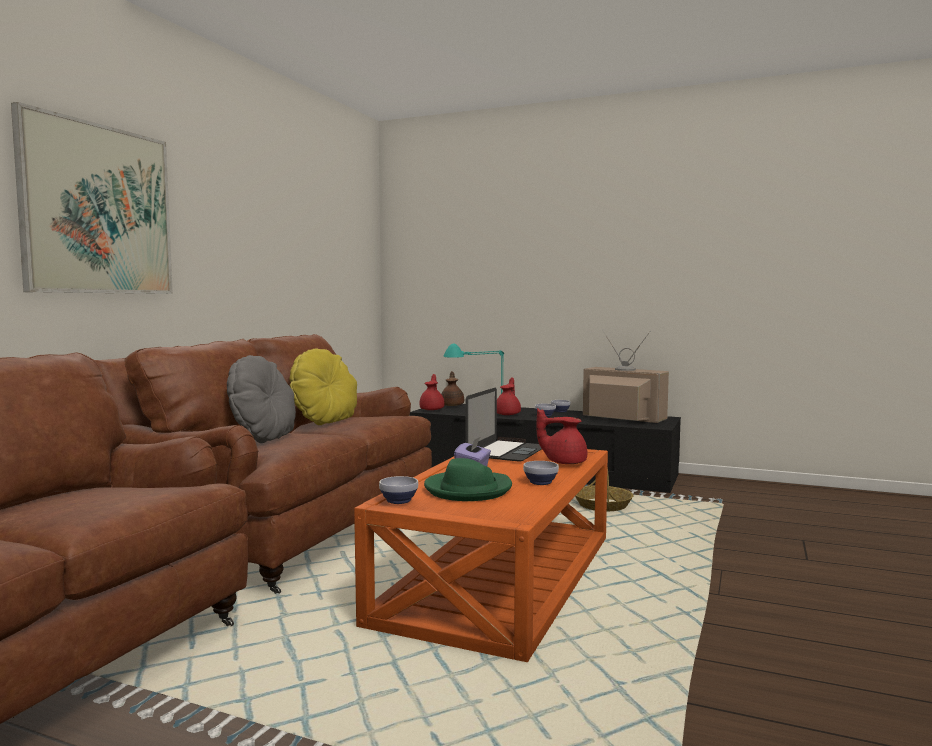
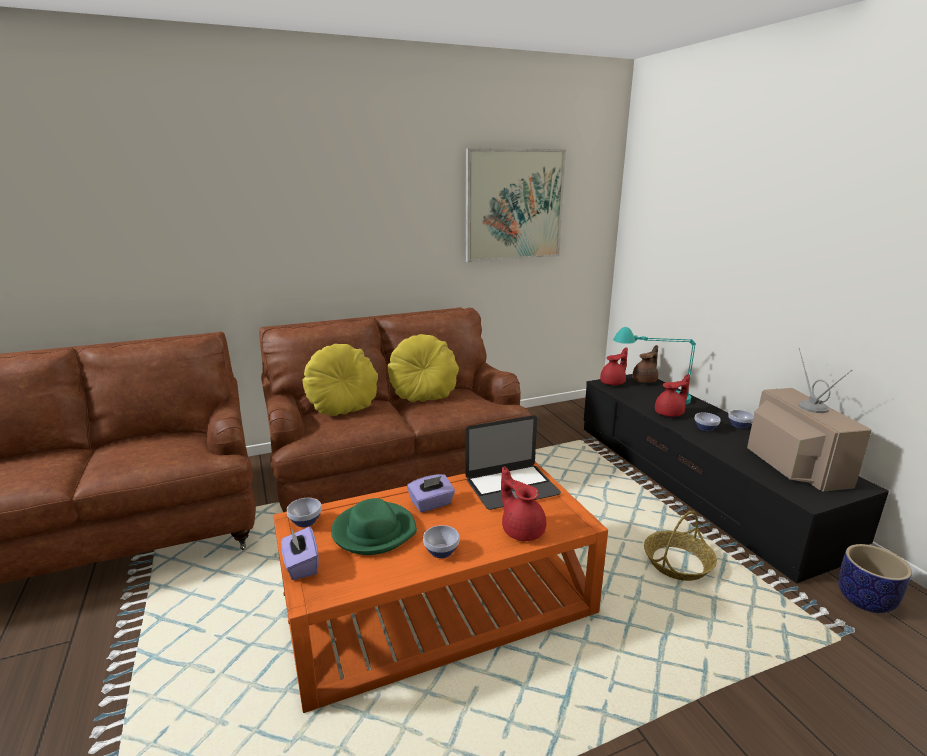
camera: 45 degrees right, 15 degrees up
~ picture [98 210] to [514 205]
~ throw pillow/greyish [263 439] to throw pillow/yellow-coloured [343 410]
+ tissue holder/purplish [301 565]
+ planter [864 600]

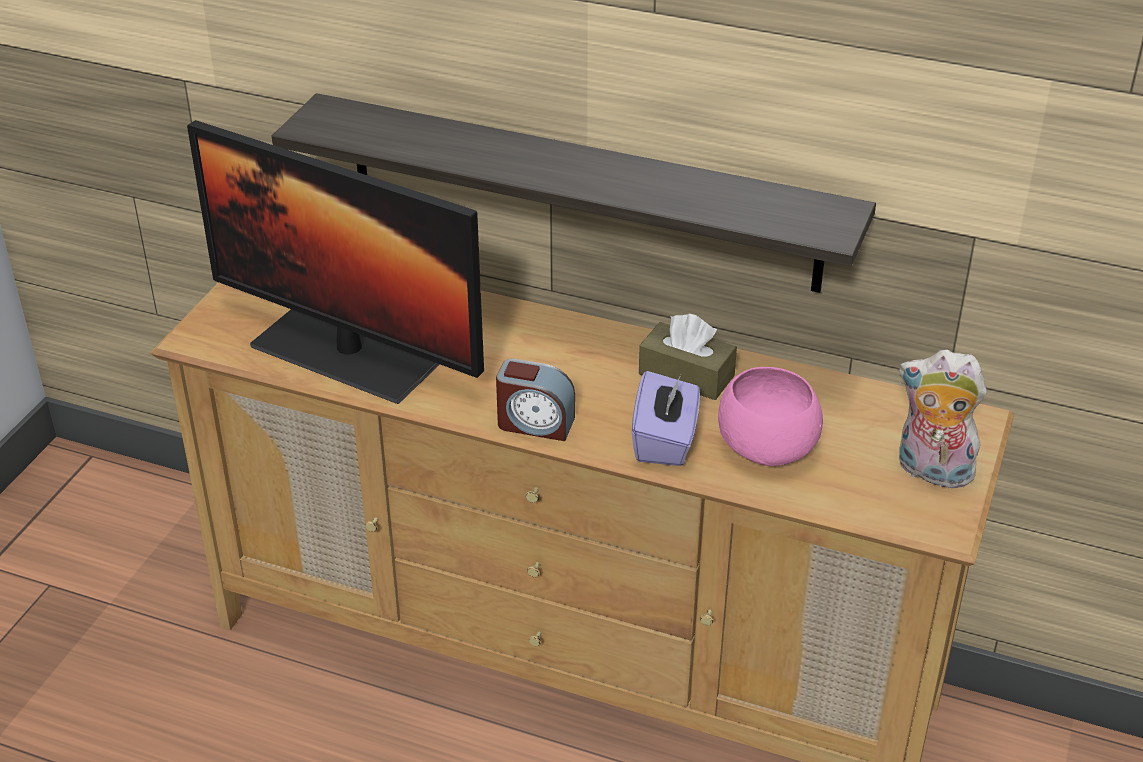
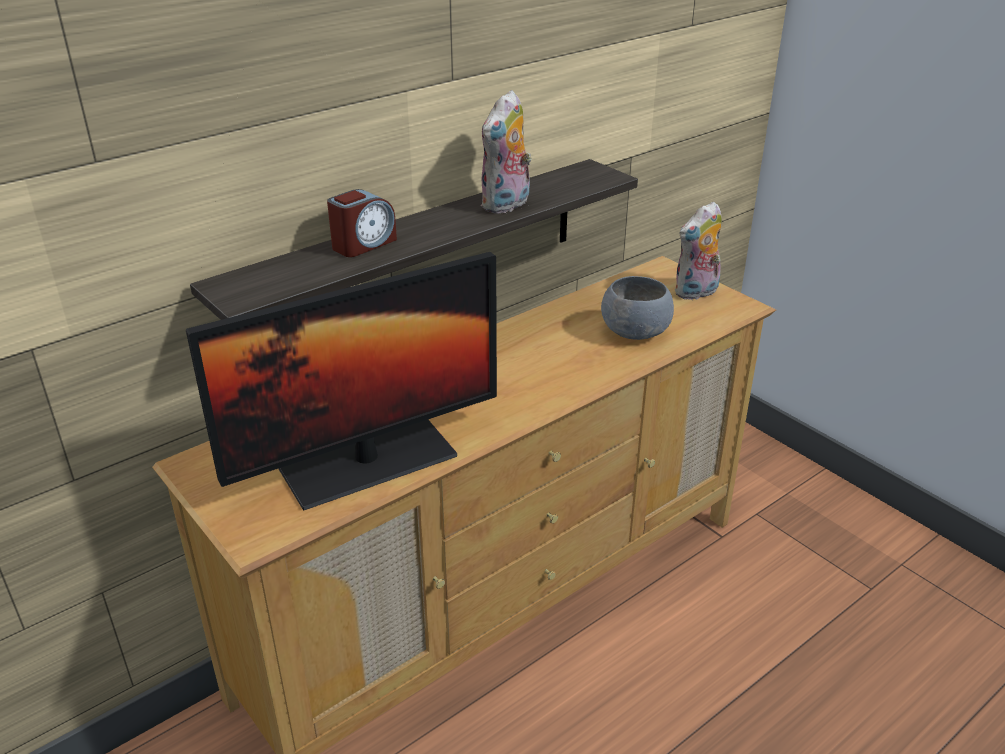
camera: 60 degrees left, 5 degrees down
- tissue holder/brownish [686 375]
~ table clock [535 423] to [363 244]
~ bowl/pink [768 449] to bowl/greyish [636 332]
- tissue holder/purplish [665 441]
+ soft toy [507 205]

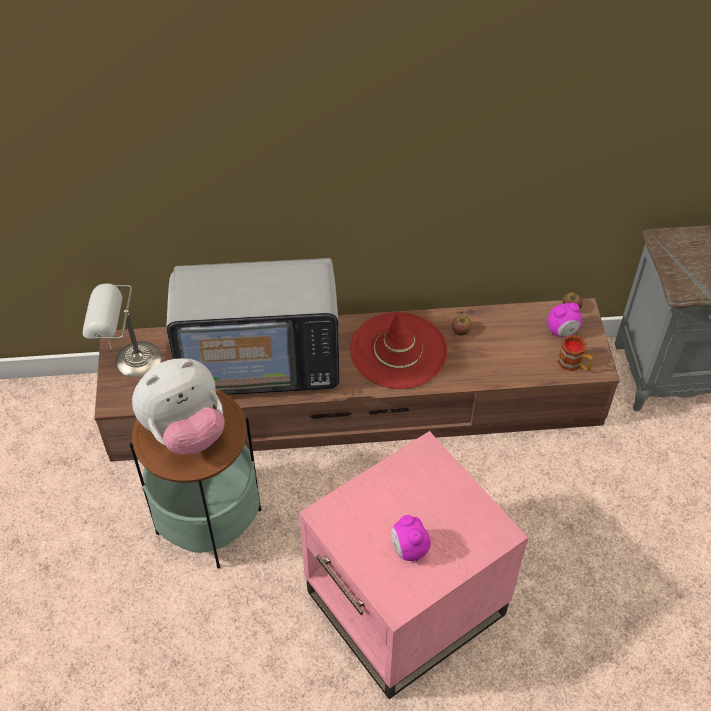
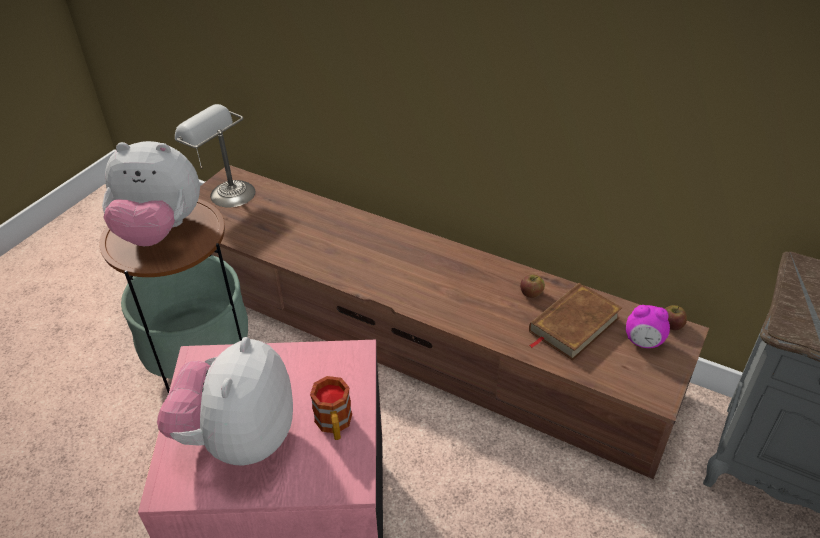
camera: 35 degrees right, 10 degrees down
- TV [260 359]
- clothing hat/red [398 351]
~ tea mug [574 364] to [334 424]
~ table clock [408 549] to soft toy [239 438]
+ book/brownish [573 325]

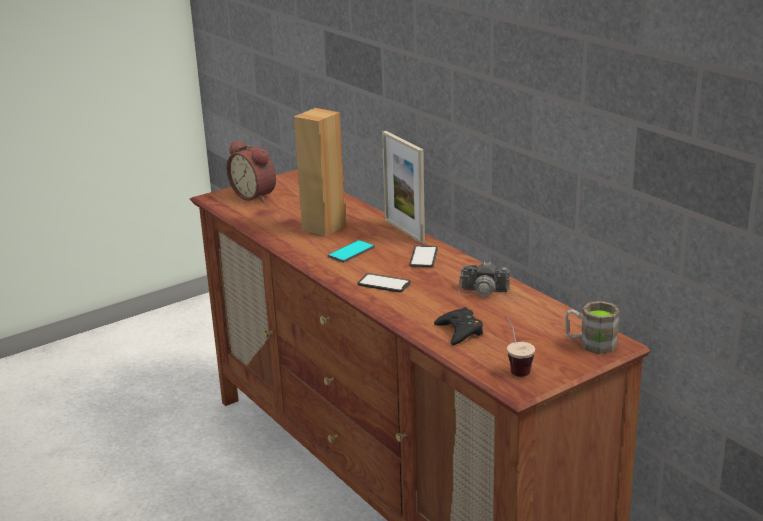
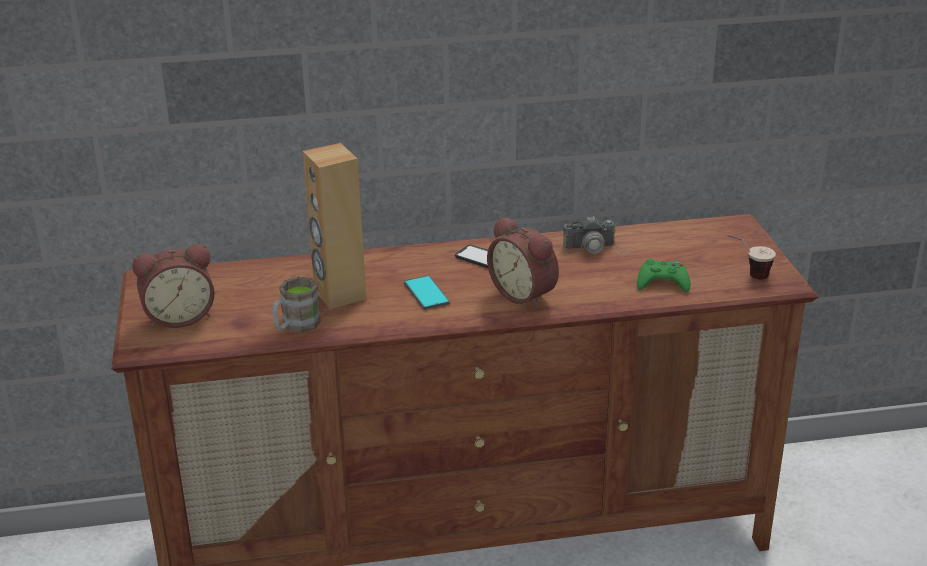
camera: 65 degrees left, 5 degrees up
- picture frame [404 231]
~ still camera [488 292] = [595 248] 45 degrees clockwise
~ telephone [384 284] to table clock [525 294]
~ tea mug/brownish [590 344] to [295 326]
~ gamepad/black-coloured [459 331] to gamepad/green [662 282]

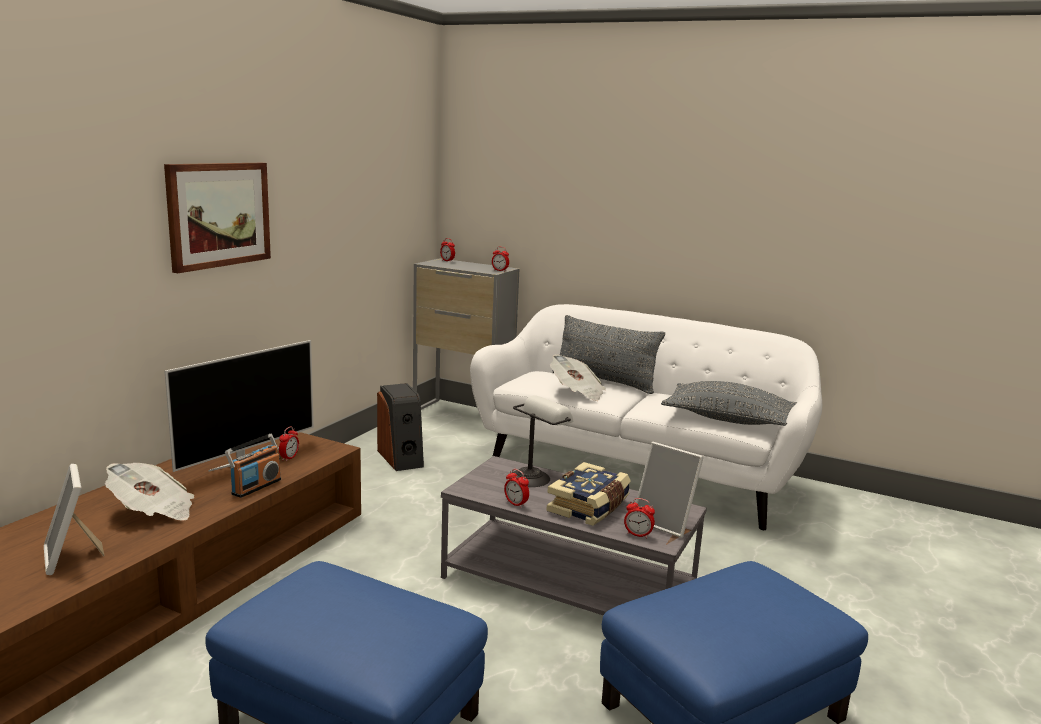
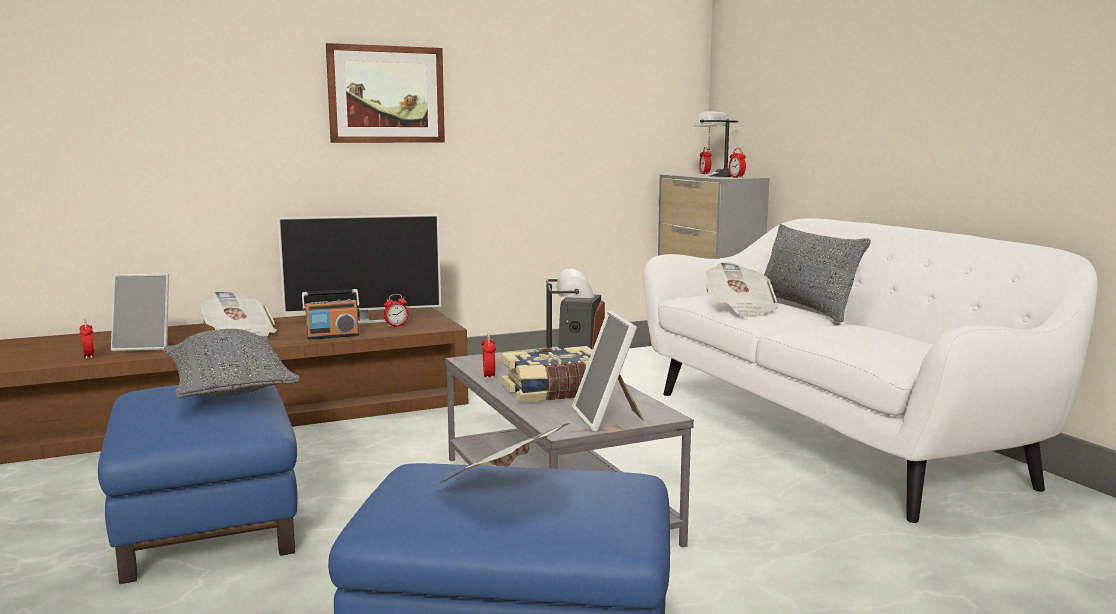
camera: 40 degrees right, 5 degrees down
~ throw pillow/greyish [729 419] to [228 388]
~ picture frame [72 556] = [145 346] 105 degrees counterclockwise
~ table clock [638 535] to [89 356]
+ lamp for a table [718 176]
+ newspaper [501 489]

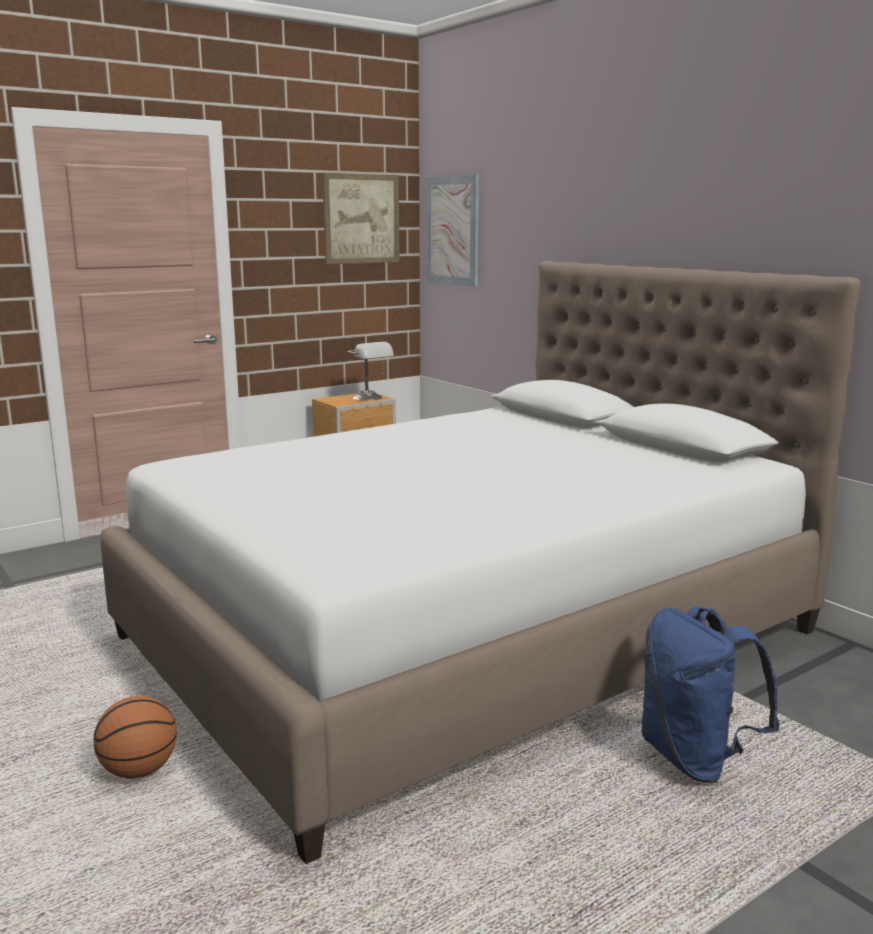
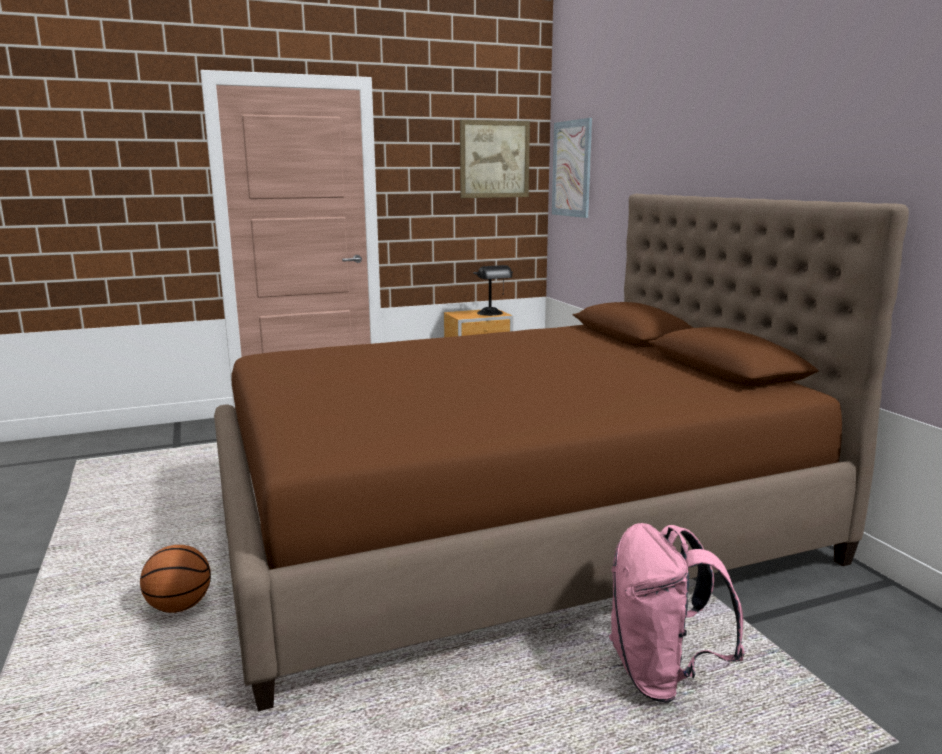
camera: 15 degrees right, 0 degrees up
~ sleeping bed/white [469 633] to sleeping bed/brownish [509 525]
~ lamp for a table/white [371 398] to lamp for a table/black-coloured [492 314]
~ backpack/blue [695 759] to backpack/pink [662 675]

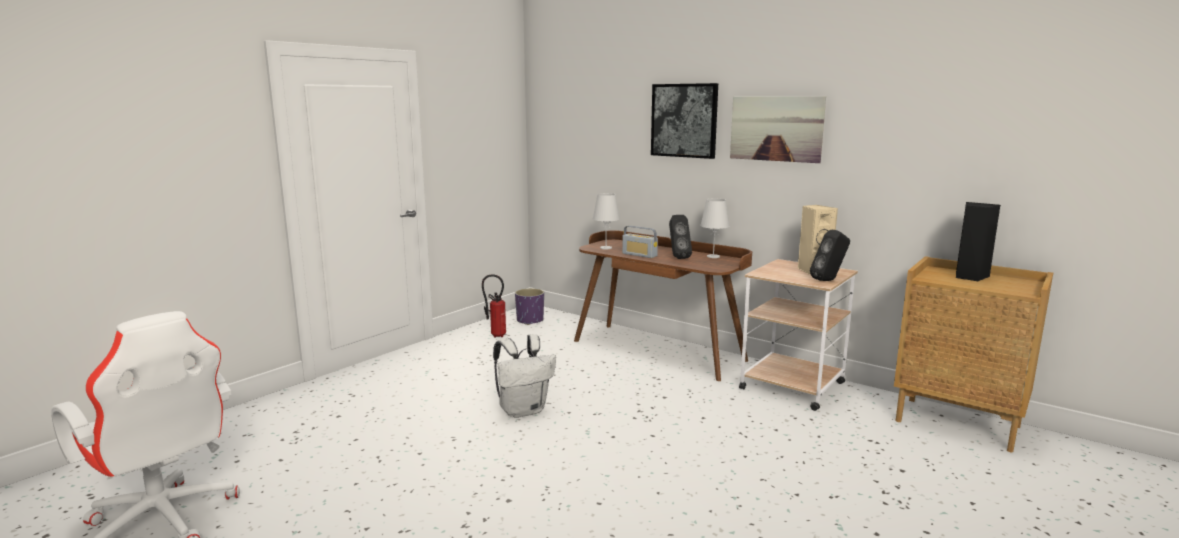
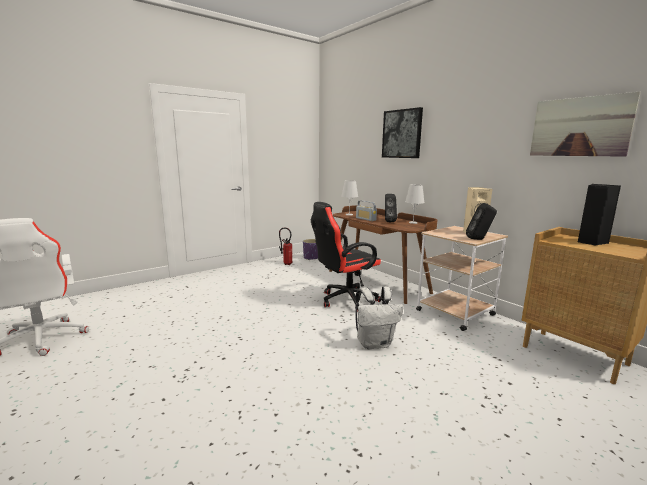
camera: 15 degrees right, 0 degrees up
~ picture [776 128] to [579 127]
~ backpack/white [523 410] to [375 343]
+ computer chair/black-coloured [344 301]

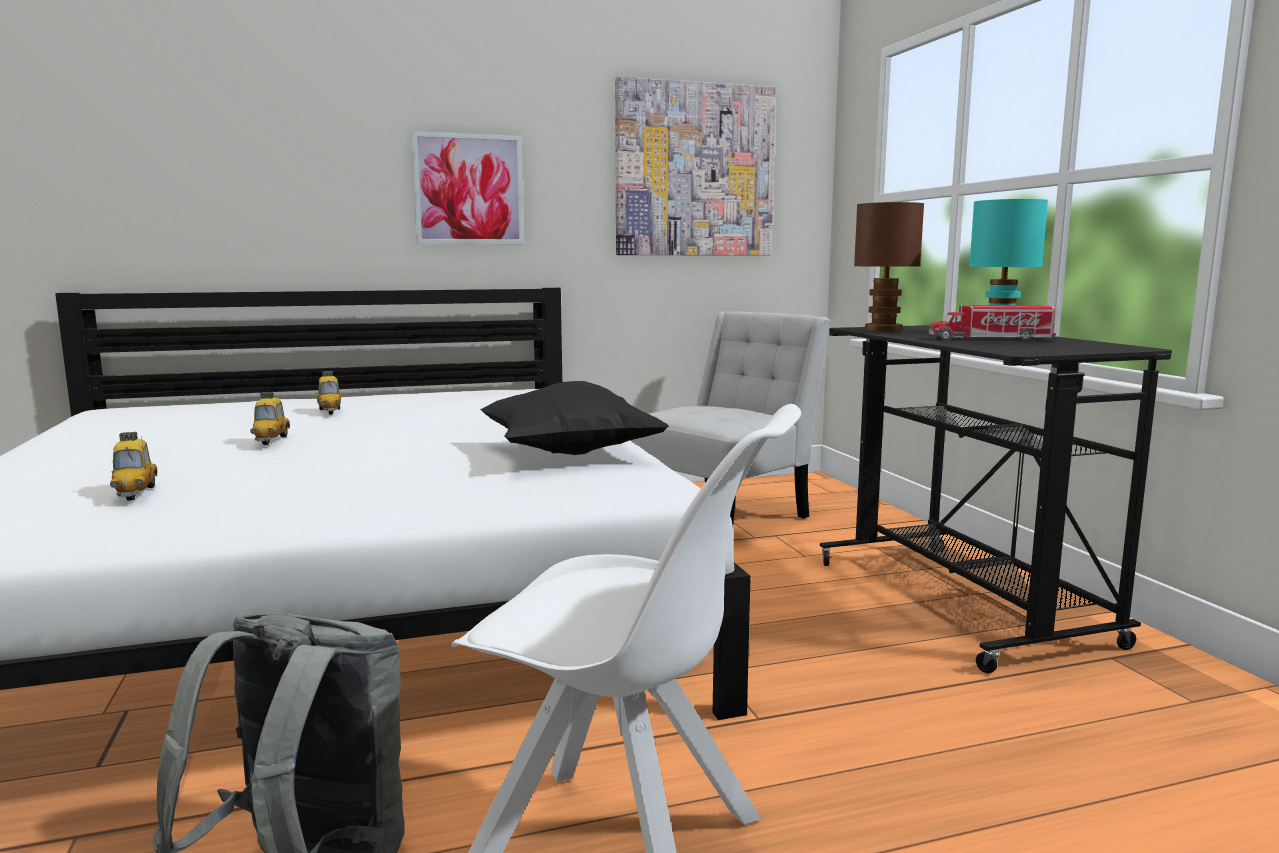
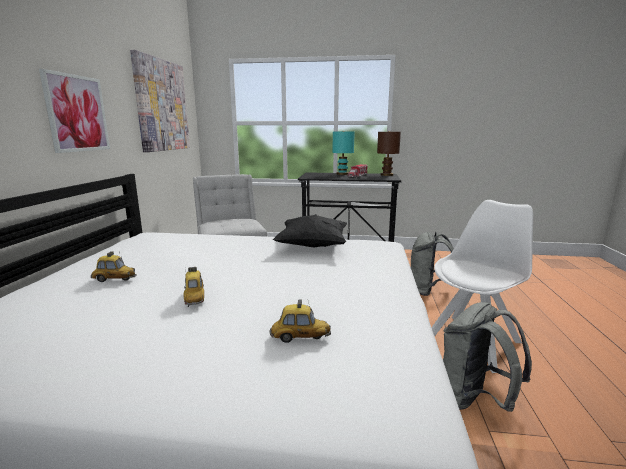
camera: 65 degrees left, 5 degrees up
~ lamp for a table/brownish [882 329] to [386 175]
~ toy car [270 440] = [195 298] 120 degrees counterclockwise
+ backpack/greyish [429 291]

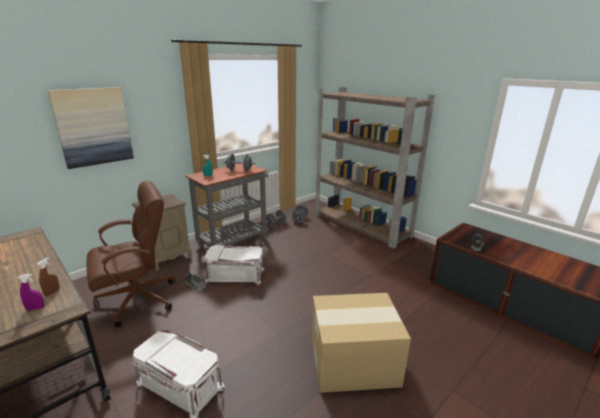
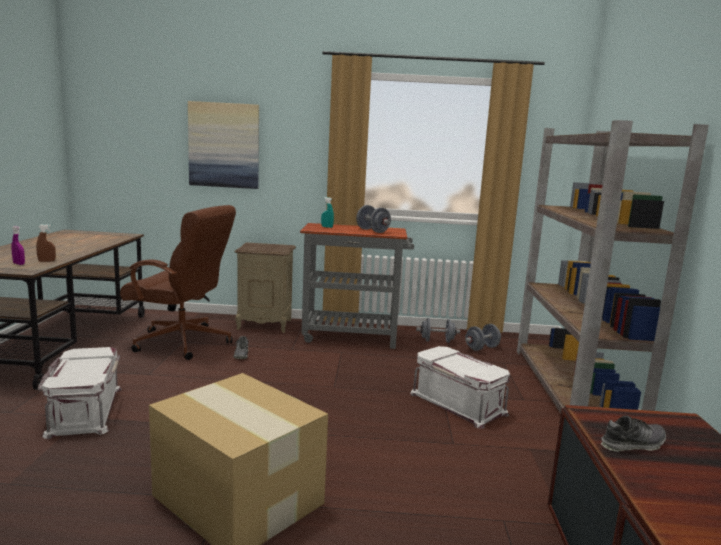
camera: 45 degrees right, 10 degrees down
~ storage box/white [236 275] to [459 403]

